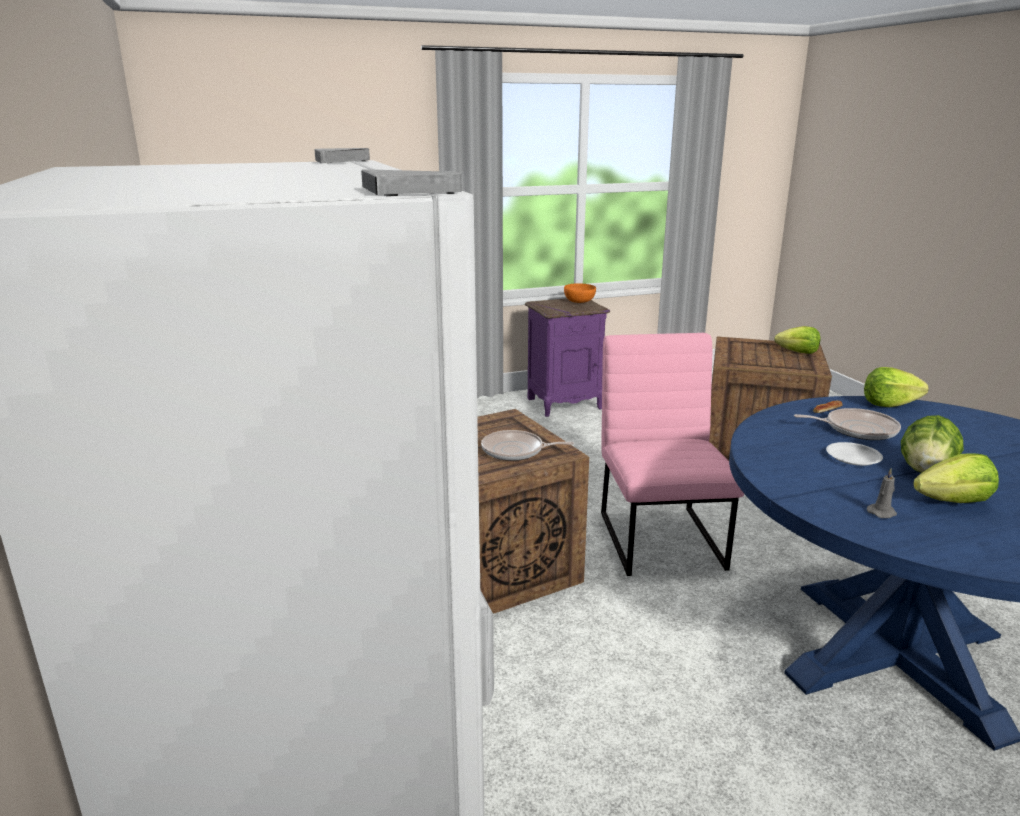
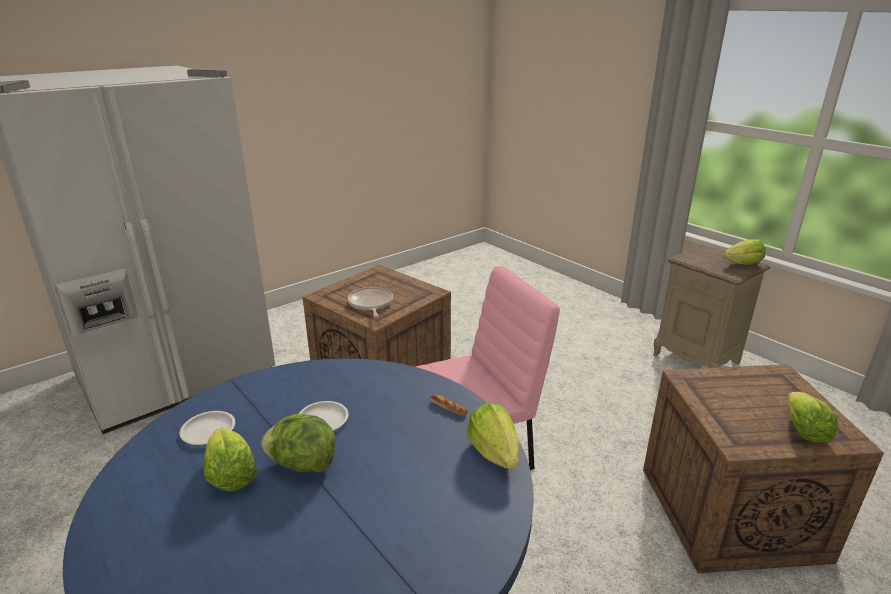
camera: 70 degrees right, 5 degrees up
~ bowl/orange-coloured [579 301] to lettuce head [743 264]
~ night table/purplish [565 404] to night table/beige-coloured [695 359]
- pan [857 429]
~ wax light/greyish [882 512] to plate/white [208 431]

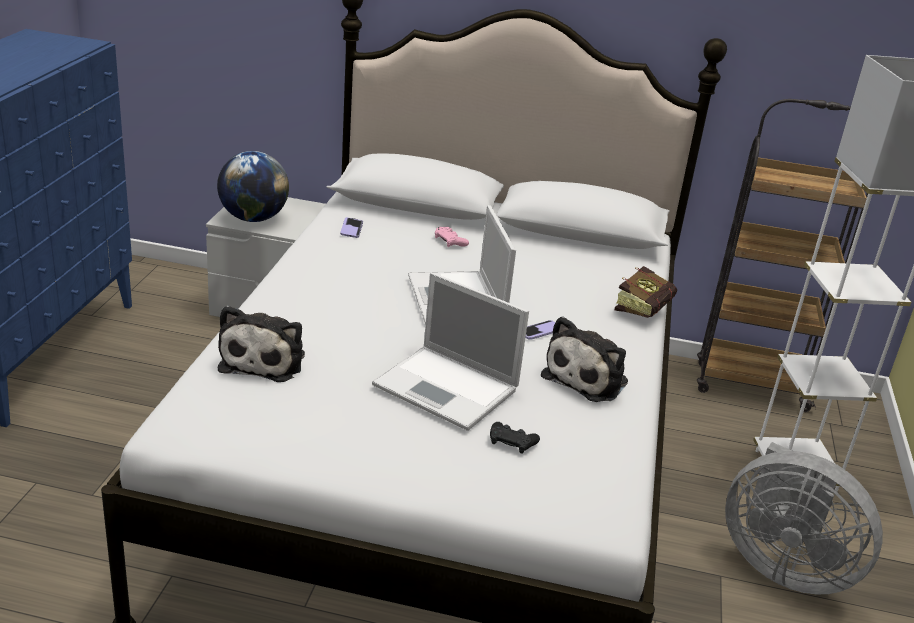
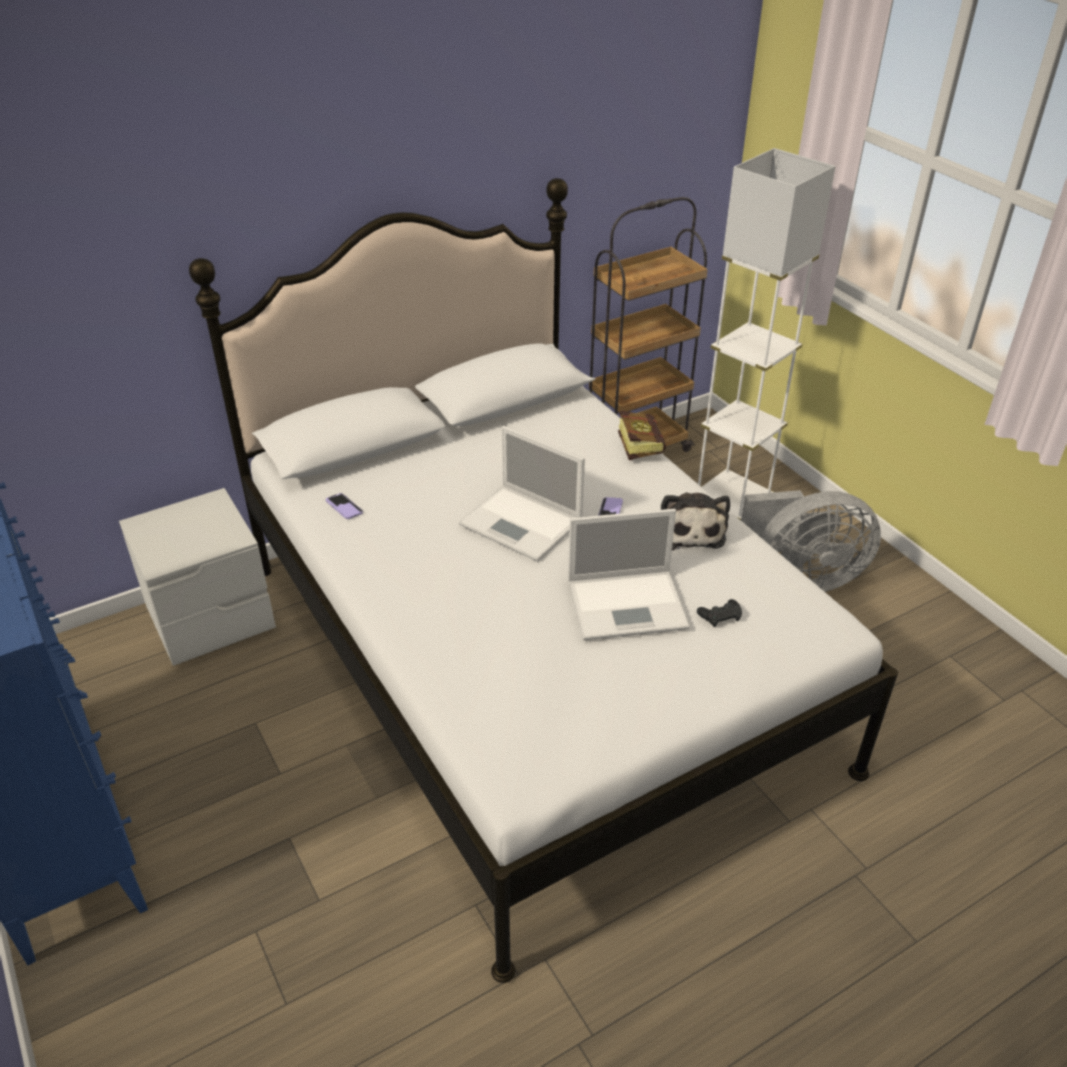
camera: 40 degrees left, 10 degrees up
- world globe [253 218]
- gamepad/pink [450 241]
- soft toy [265 360]

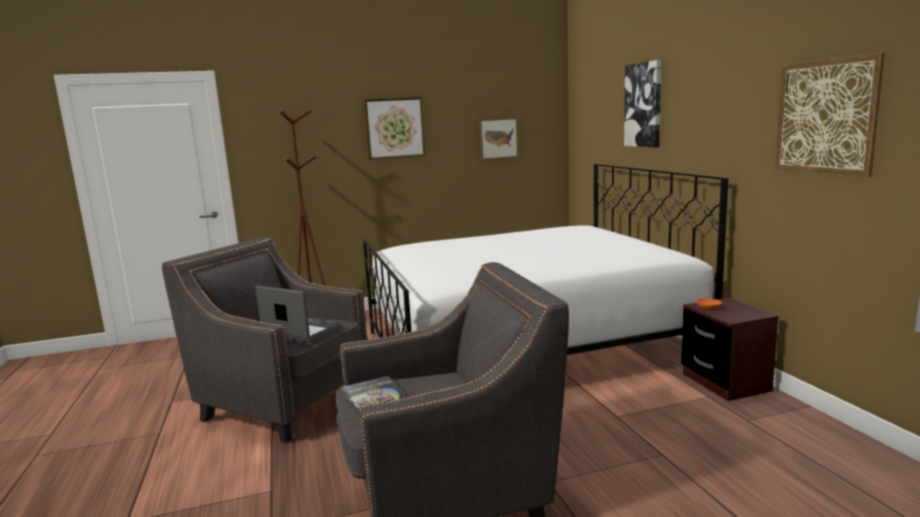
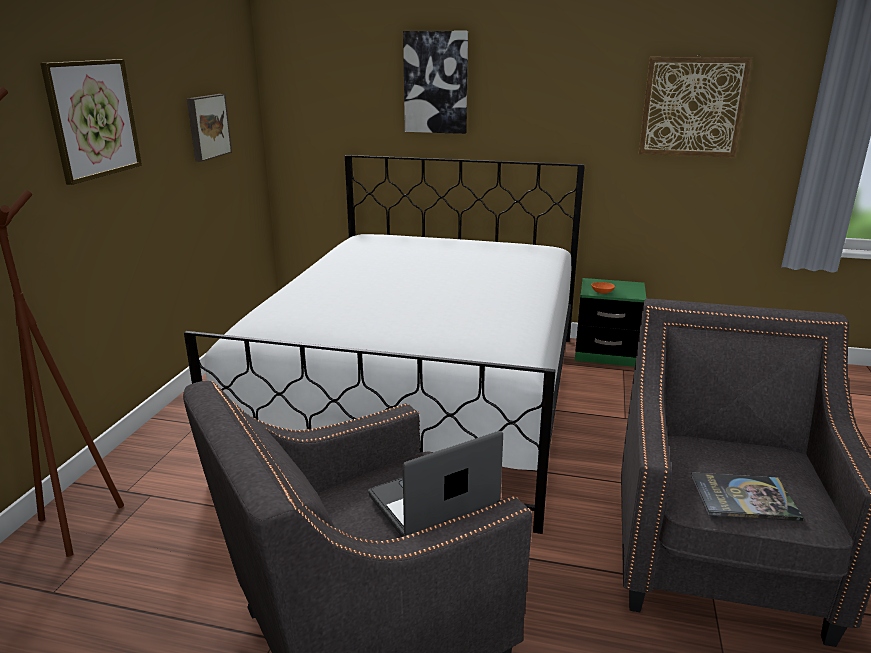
camera: 60 degrees left, 10 degrees up
~ night table/brownish [725 382] to night table/green [606 354]

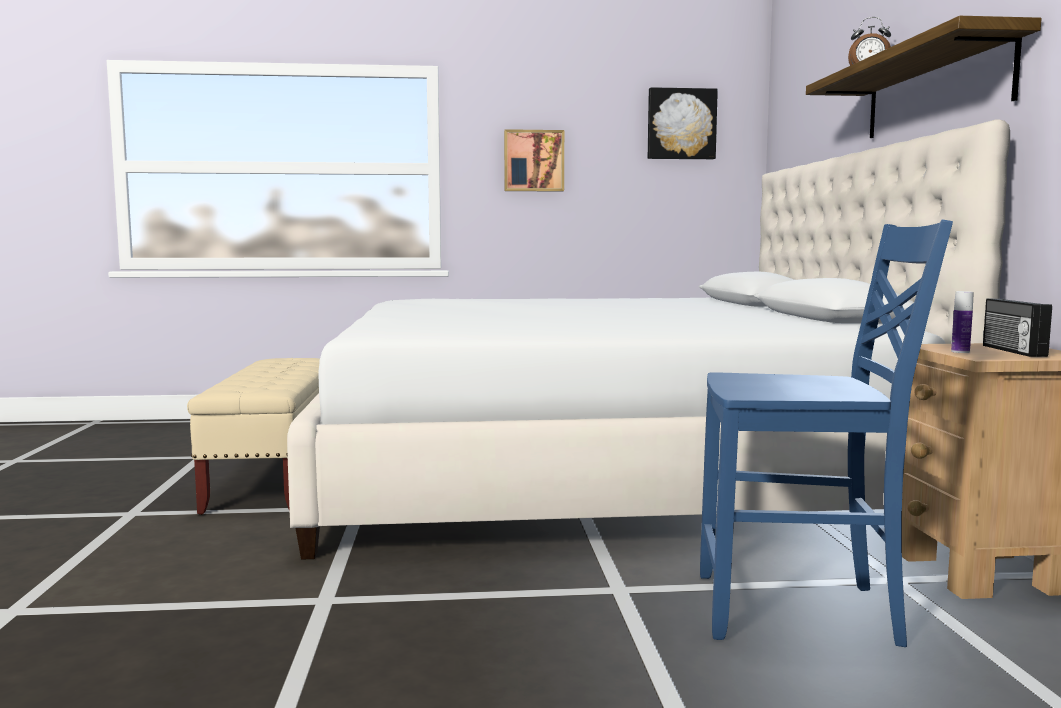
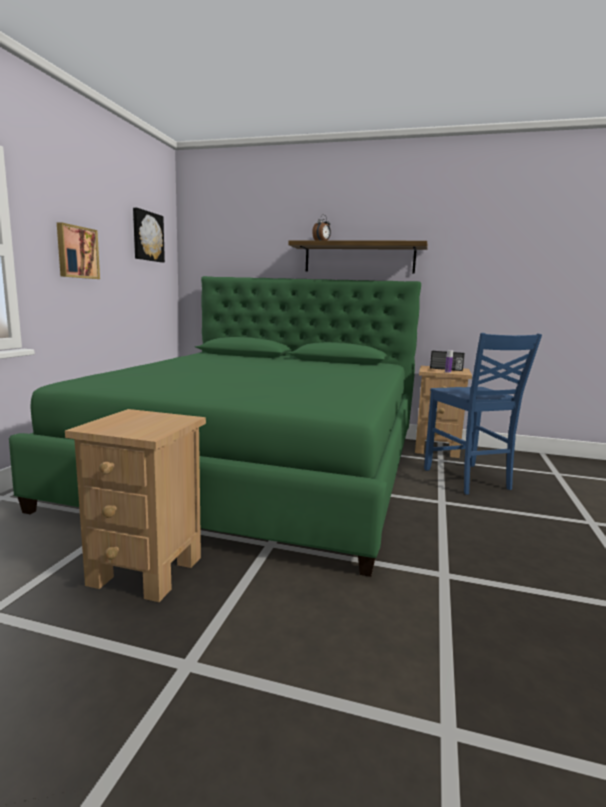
camera: 70 degrees left, 5 degrees up
~ sleeping bed/white [602 470] to sleeping bed/green [259 467]
~ upright chair/blue [799 611] = [468 479] 135 degrees clockwise
~ long seat/beige-coloured [275 478] to night table/beige-coloured [146 572]

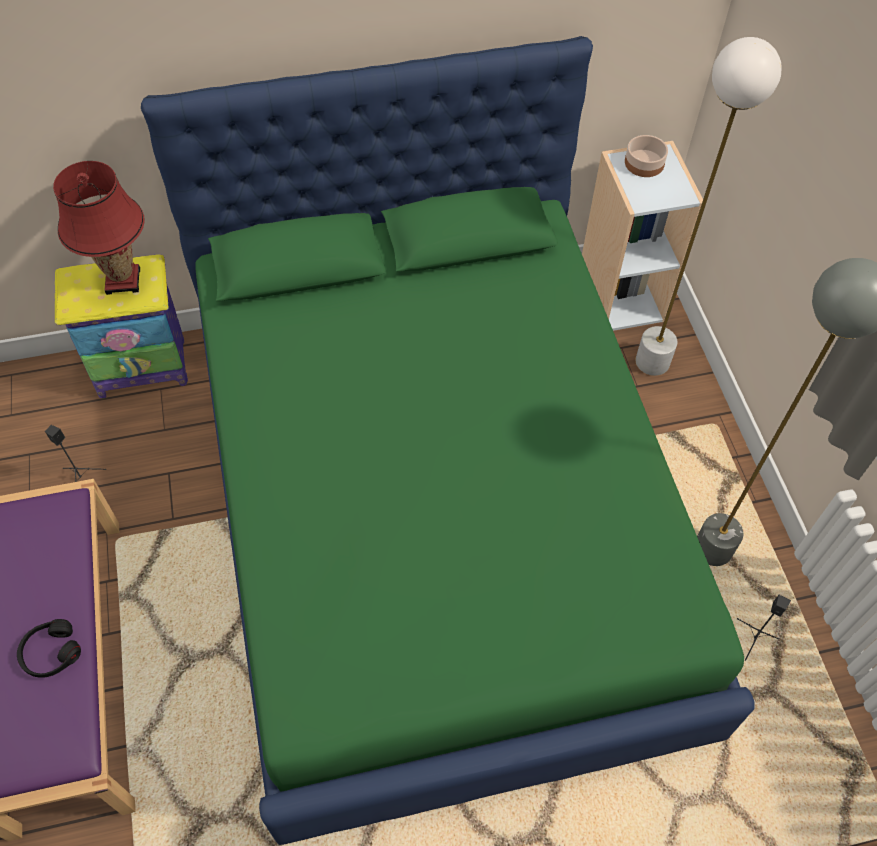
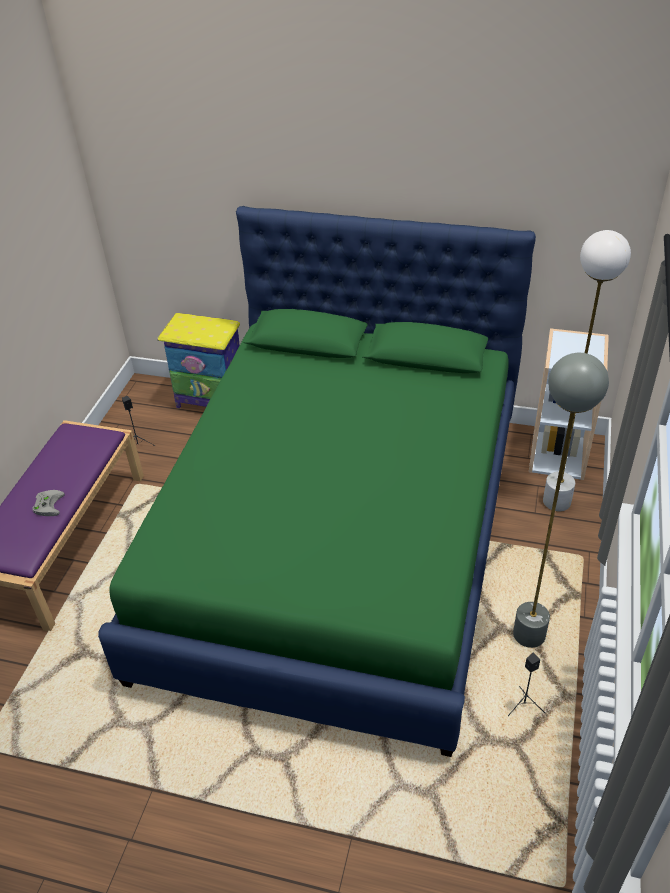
camera: 30 degrees right, 15 degrees down
- bowl [643 163]
- lamp for a table/red [122 281]
~ pair of headphones/black-coloured [51 652] to gamepad/greyish [47 504]

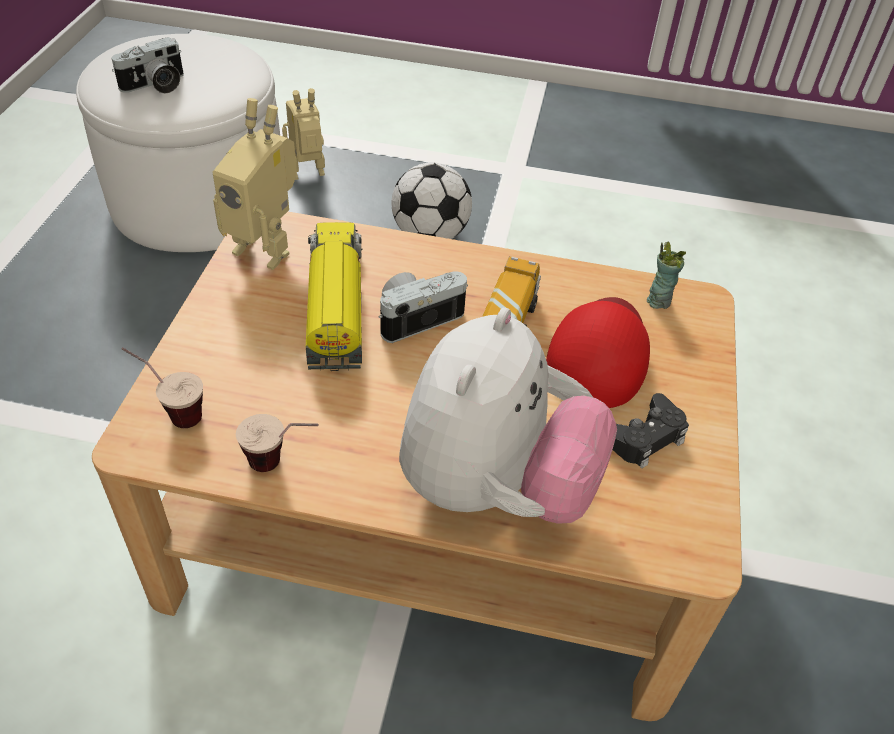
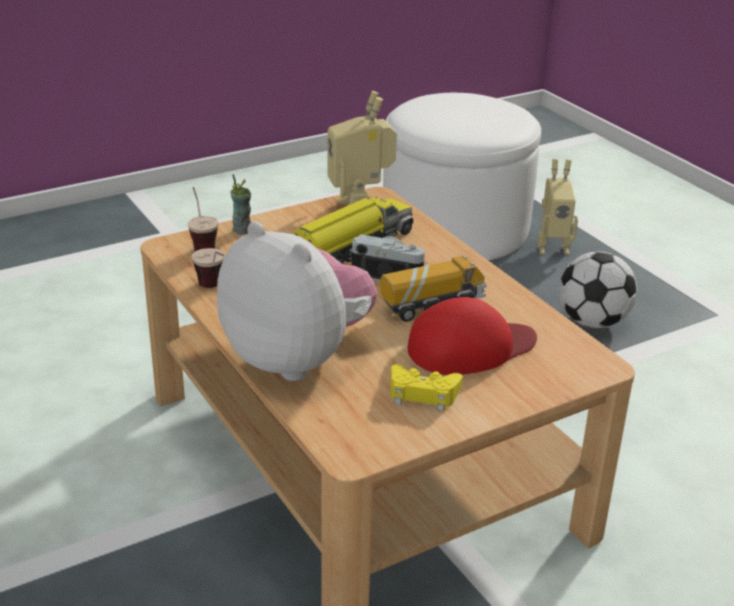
camera: 50 degrees right, 15 degrees down
- still camera [155 86]
~ model robot [308 175] = [552 247] 150 degrees clockwise
~ small cup [658 301] to [242 230]
~ soft toy [495 487] = [297 358] 120 degrees counterclockwise
~ gamepad/black-coloured [644 437] to gamepad/yellow-coloured [423 394]

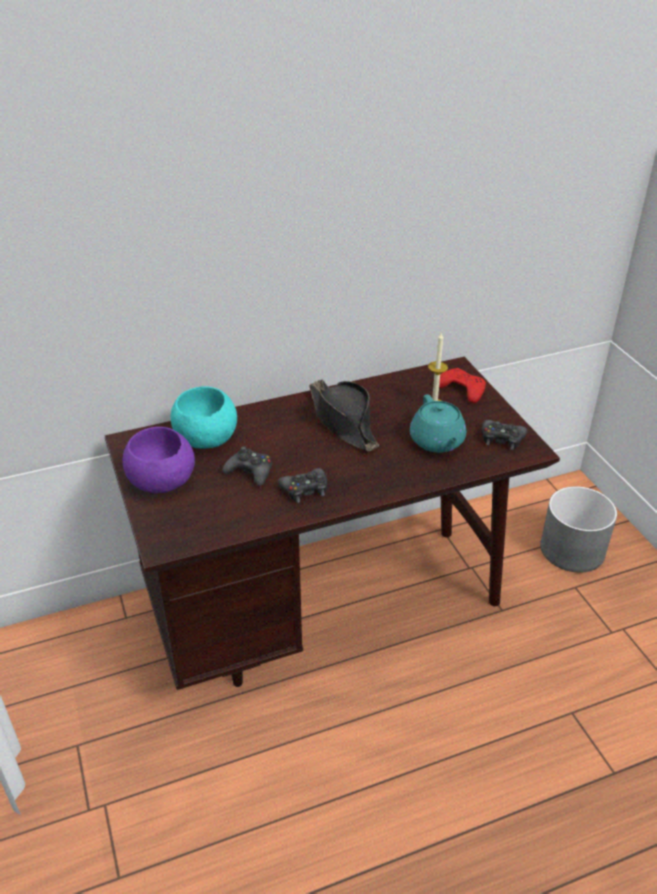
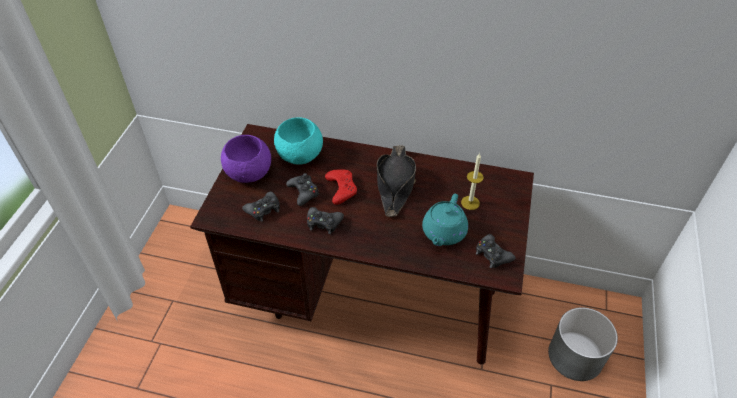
camera: 35 degrees right, 10 degrees up
~ gamepad/red [461 389] to [341 188]
+ gamepad/black-coloured [263 209]

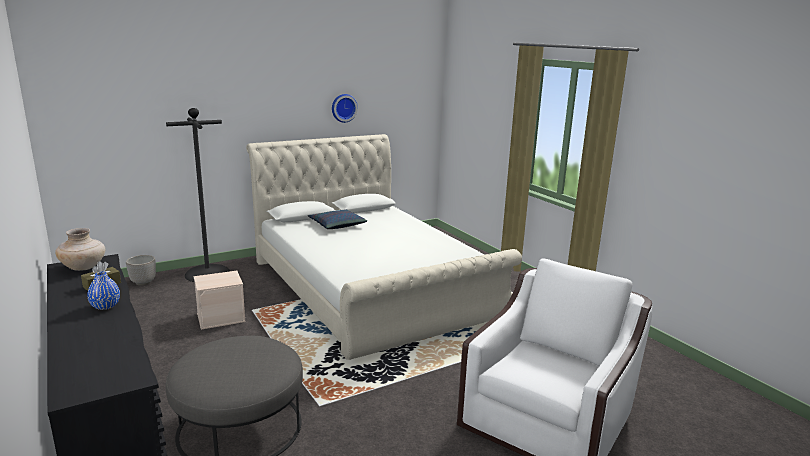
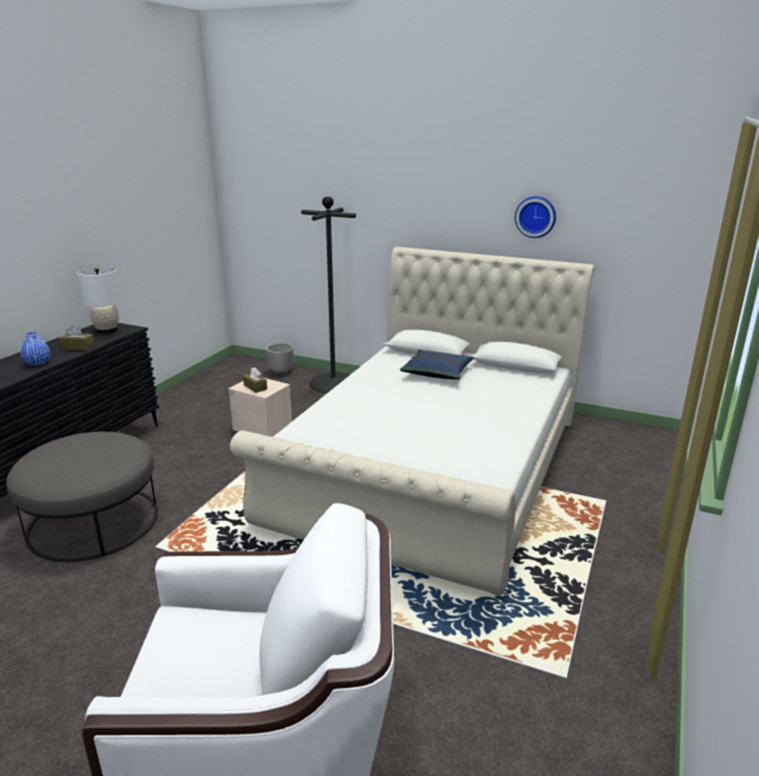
camera: 55 degrees right, 5 degrees up
~ decorative vase/beige-coloured [84 267] to lamp for a table/white [107 330]
+ tissue holder/brownish [255 387]

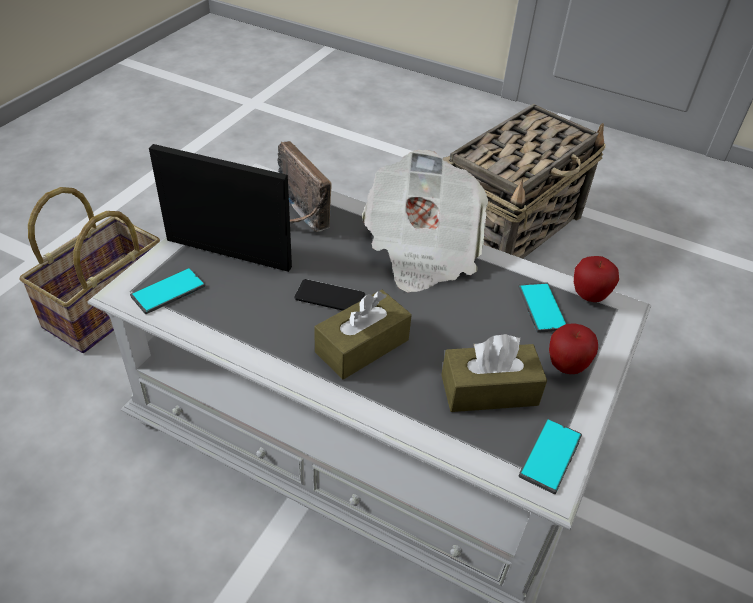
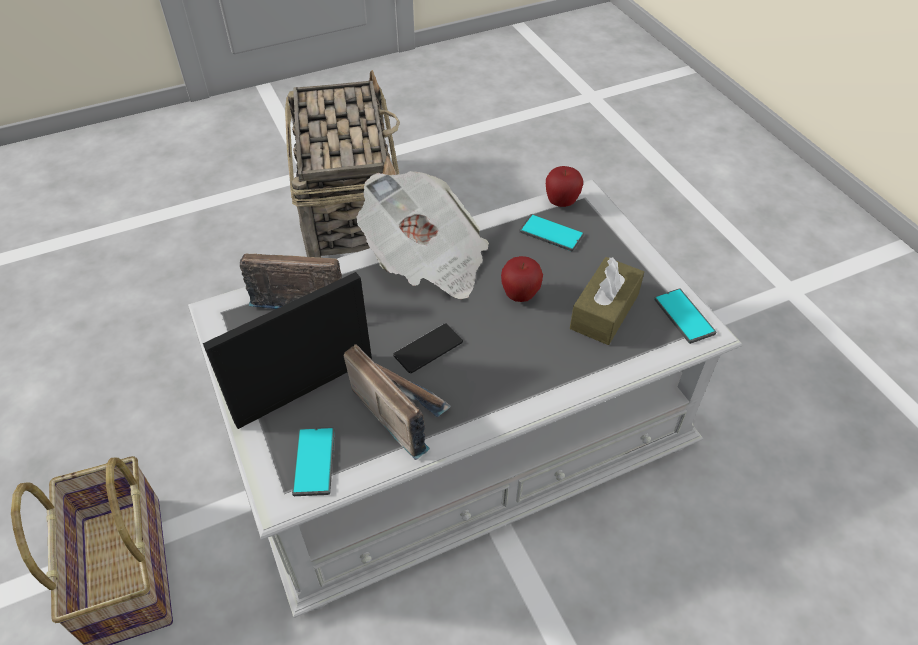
camera: 50 degrees left, 5 degrees up
- tissue holder/brownish [362 346]
~ apple fruit [566 366] to [520 295]
+ radio receiver [399 410]

